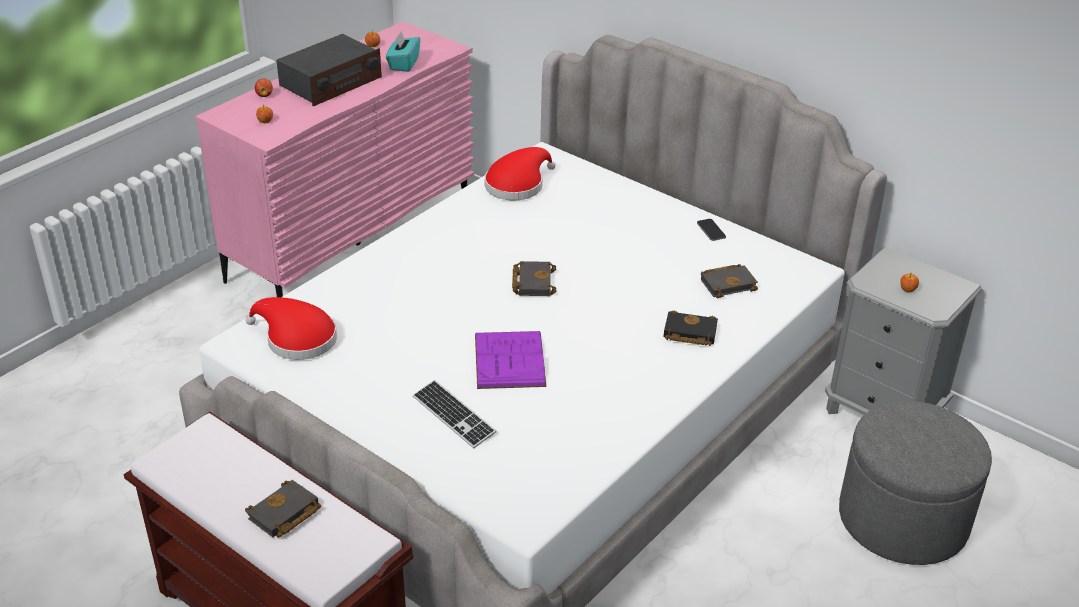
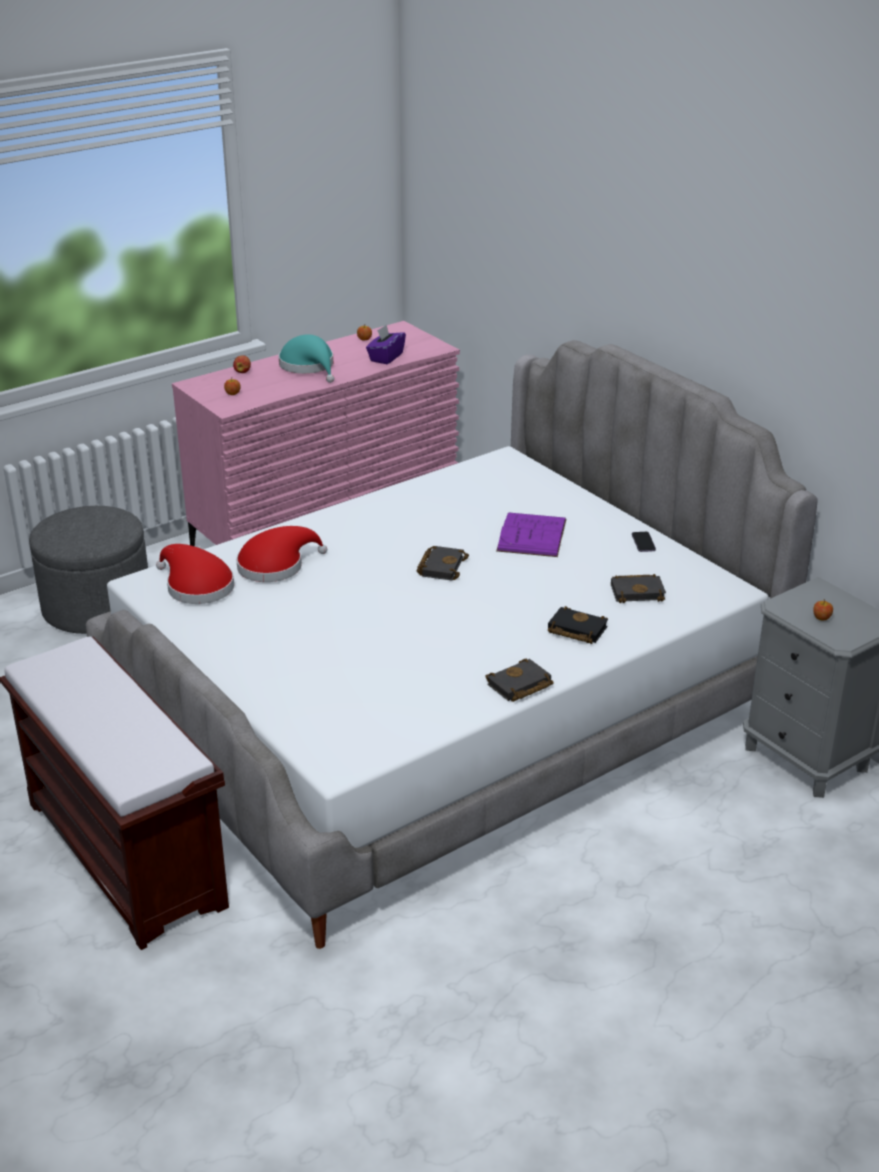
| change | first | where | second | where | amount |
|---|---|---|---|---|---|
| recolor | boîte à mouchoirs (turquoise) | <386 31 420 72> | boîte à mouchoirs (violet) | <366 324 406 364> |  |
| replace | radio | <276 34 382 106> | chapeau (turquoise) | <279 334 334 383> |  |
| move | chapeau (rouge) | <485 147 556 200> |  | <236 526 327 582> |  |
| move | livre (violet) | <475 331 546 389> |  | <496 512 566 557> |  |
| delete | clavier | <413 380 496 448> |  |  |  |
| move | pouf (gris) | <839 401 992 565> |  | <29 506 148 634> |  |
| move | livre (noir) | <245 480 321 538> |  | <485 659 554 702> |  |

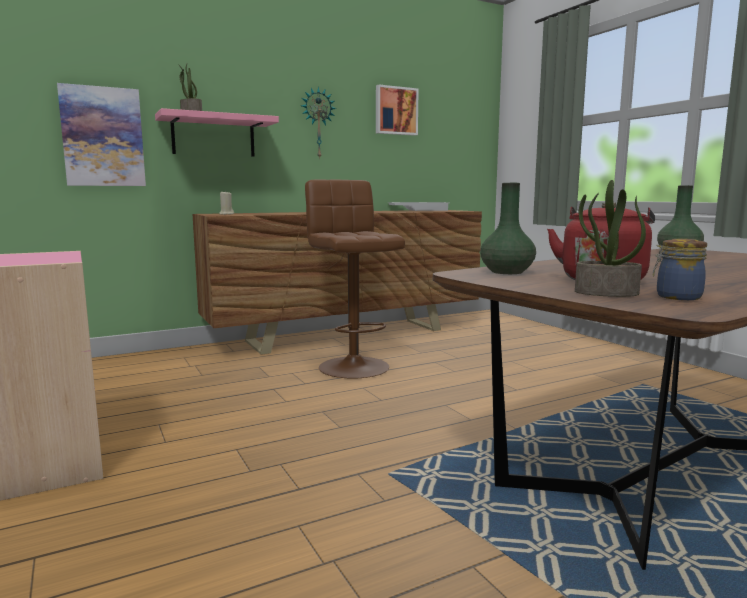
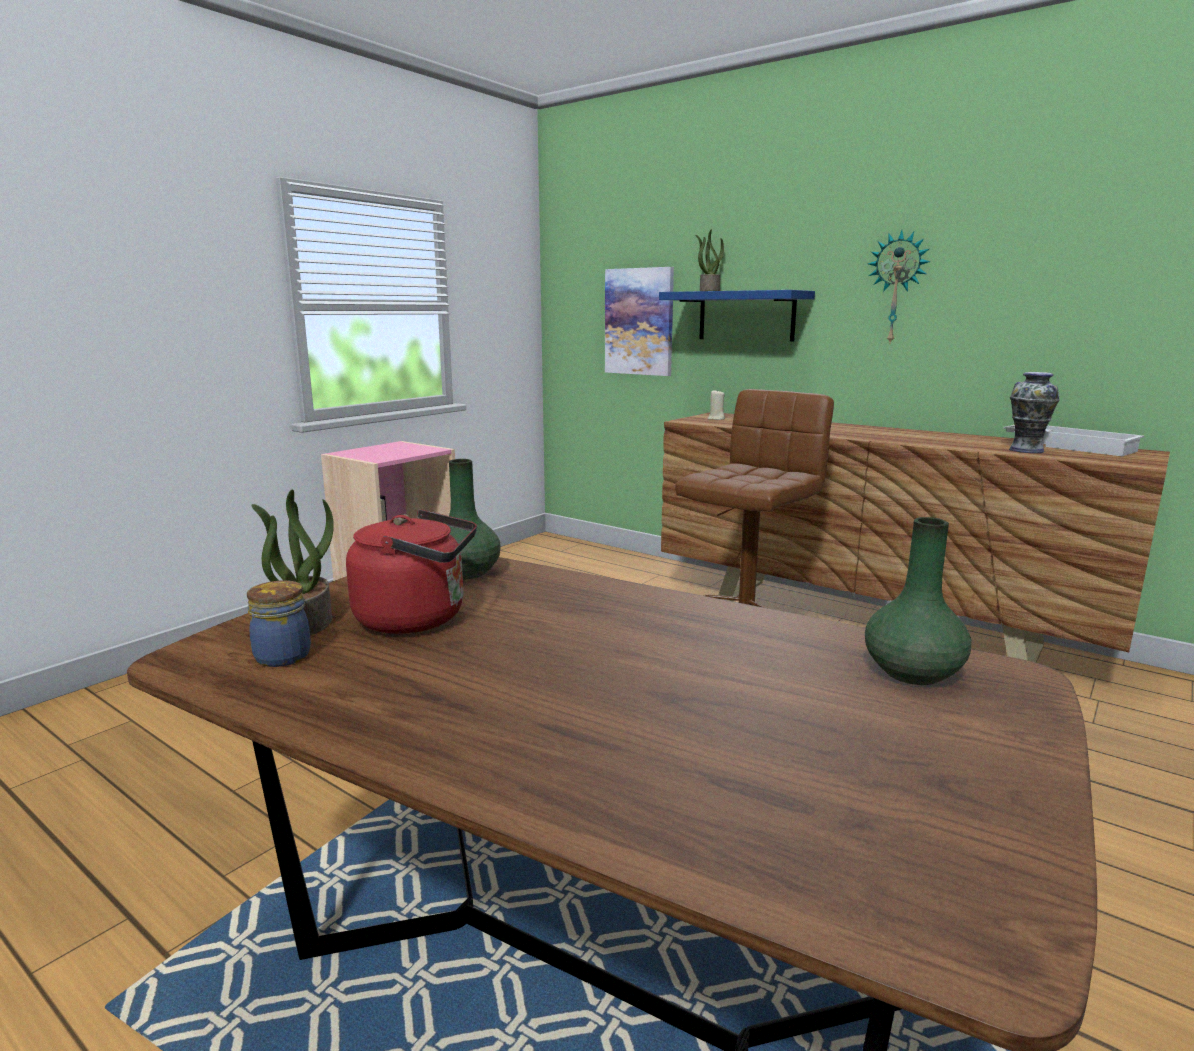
| change | first | where | second | where | amount |
|---|---|---|---|---|---|
| delete | tableau | <376 85 419 136> |  |  |  |
| recolor | étagère (rose) | <155 108 279 157> | étagère (bleu) | <659 290 815 341> |  |
| insert |  |  | vase | <1009 372 1060 453> |  |

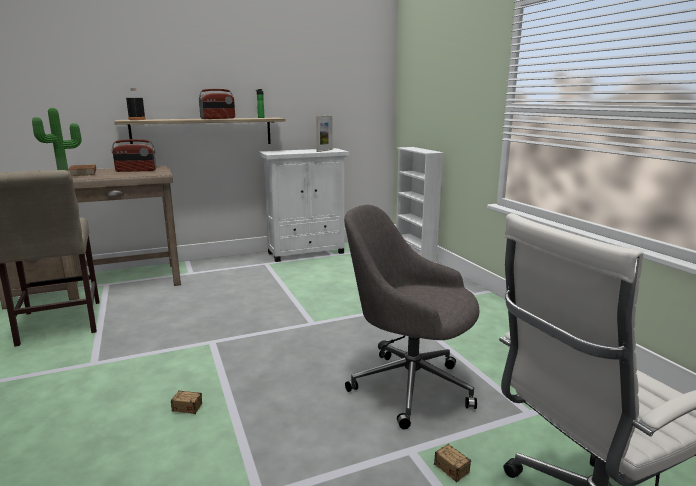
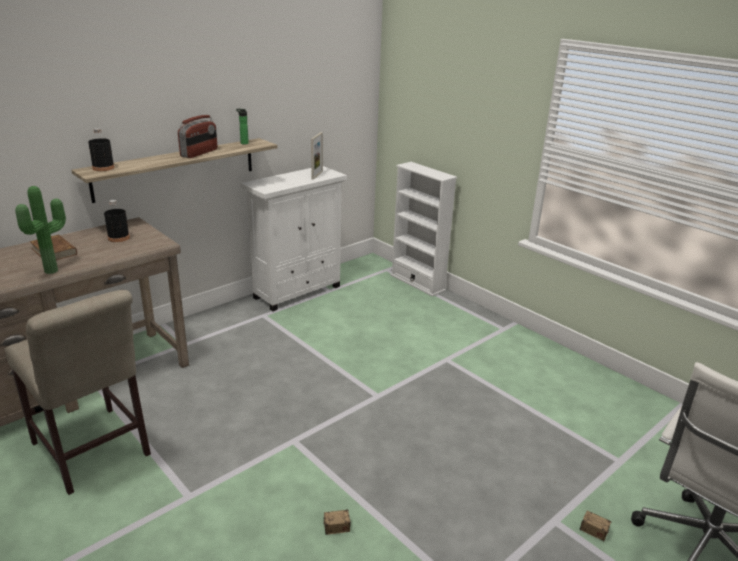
| change | first | where | second | where | amount |
|---|---|---|---|---|---|
| replace | radio | <112 139 156 172> | bouteille (noir) | <104 200 130 242> |  |
| delete | chaise de bureau (gris) | <344 205 479 429> |  |  |  |

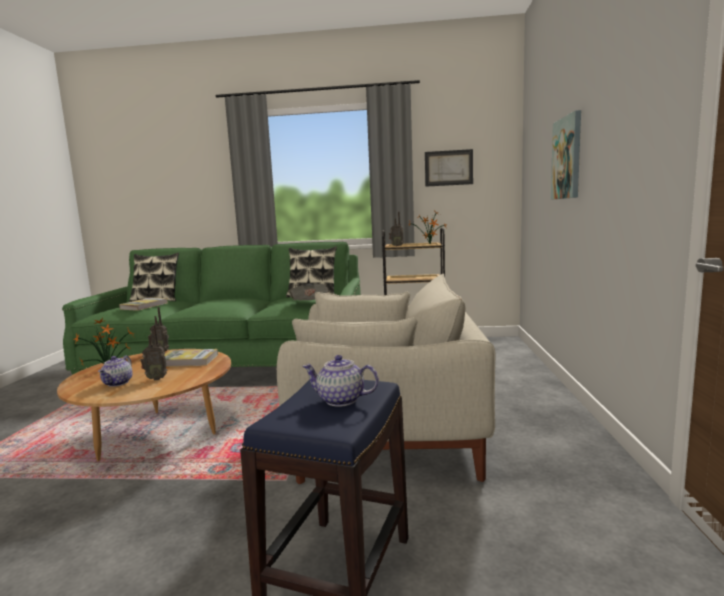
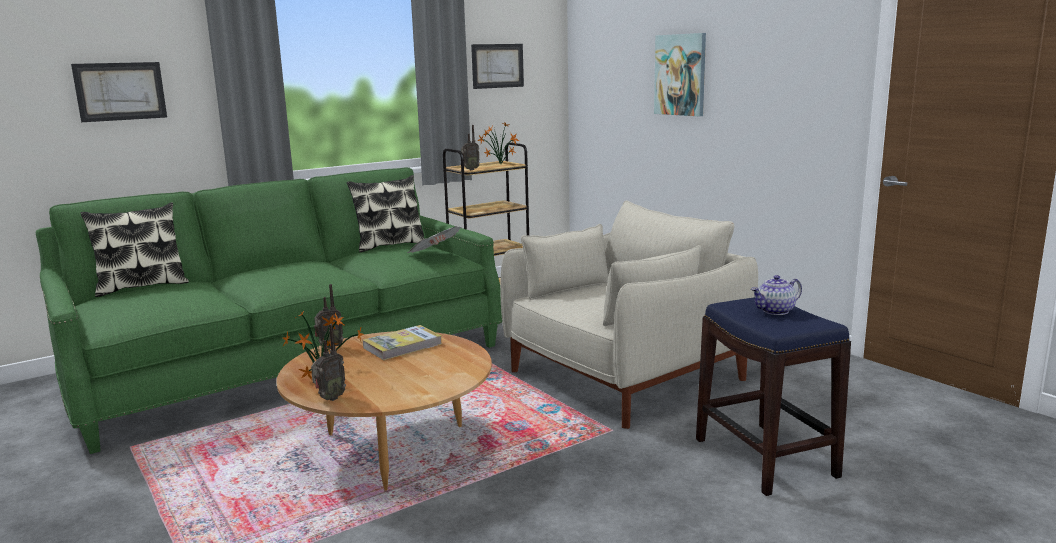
| change | first | where | second | where | amount |
|---|---|---|---|---|---|
| delete | livre | <119 297 168 311> |  |  |  |
| move | radio | <140 325 167 380> |  | <311 324 346 401> |  |
| delete | théière | <98 356 133 387> |  |  |  |
| insert |  |  | tableau | <71 62 167 122> |  |

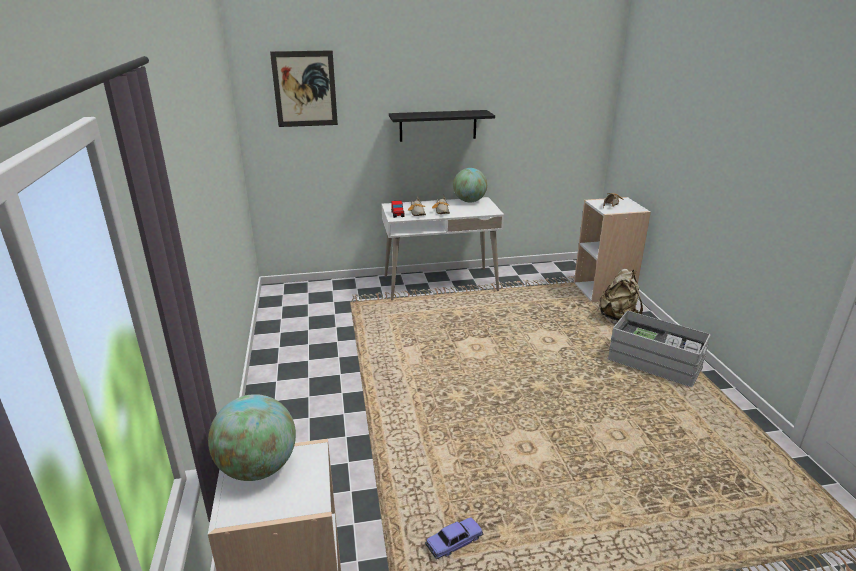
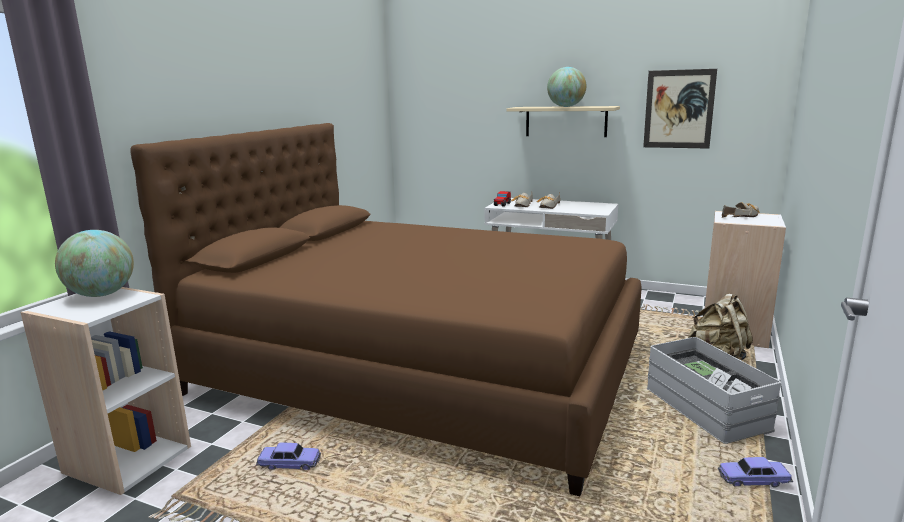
| change | first | where | second | where | amount |
|---|---|---|---|---|---|
| move | tableau | <270 50 338 127> |  | <643 69 717 149> |  |
| recolor | étagère (noir) | <389 110 495 142> | étagère (beige) | <507 106 620 137> |  |
| move | globe | <453 168 487 202> |  | <547 67 586 107> |  |
| insert |  |  | lit (marron) | <130 123 642 496> |  |
| insert |  |  | petite voiture | <718 457 793 488> |  |

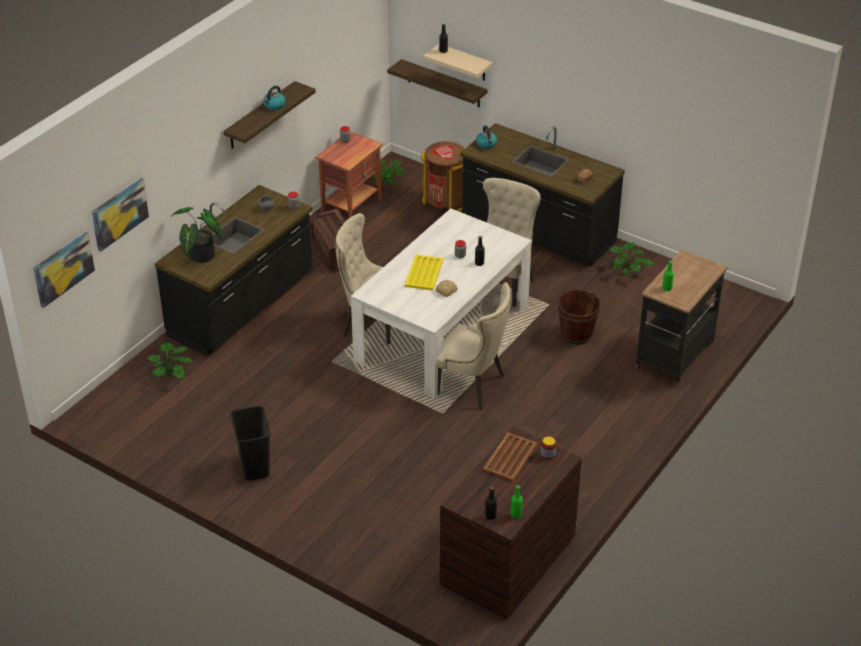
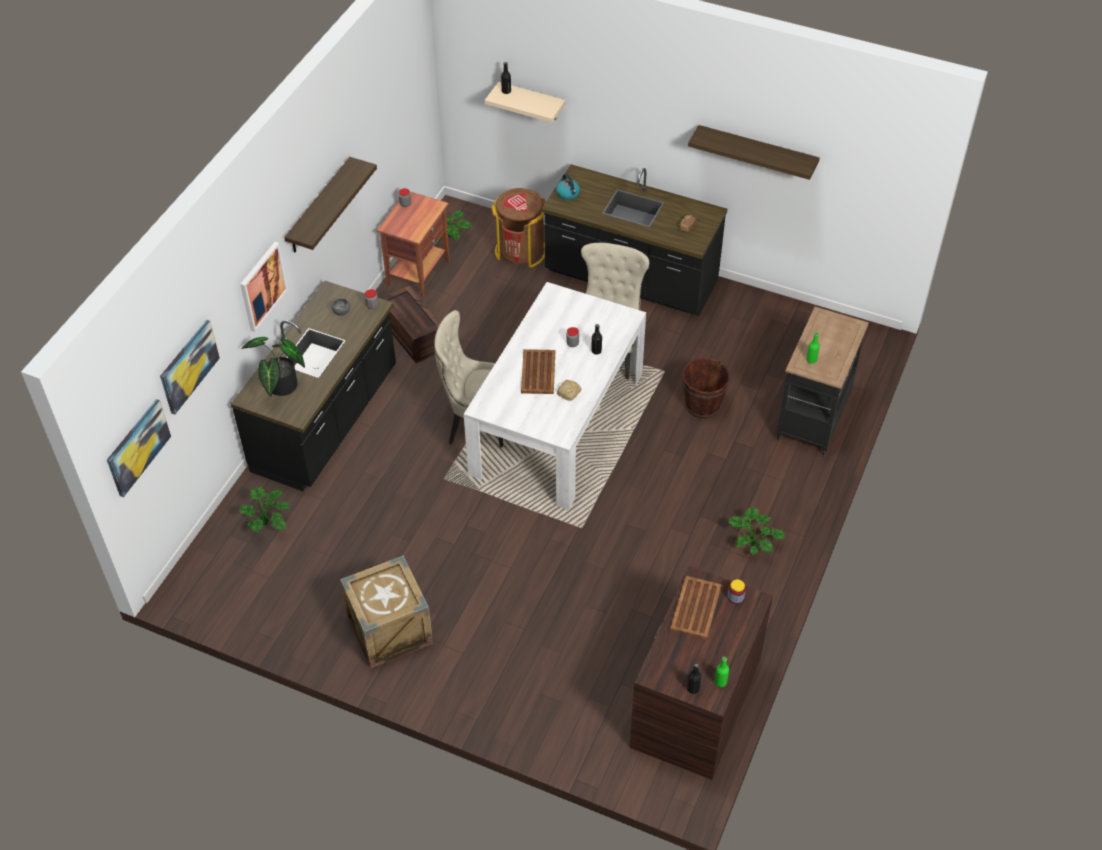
| change | first | where | second | where | amount |
|---|---|---|---|---|---|
| move | étagère | <387 59 488 107> |  | <688 125 820 180> |  |
| delete | bouilloire | <263 86 286 110> |  |  |  |
| move | plante en pot | <609 242 654 275> |  | <728 507 785 555> |  |
| recolor | plateau (jaune) | <405 255 443 291> | plateau (marron) | <521 349 555 394> |  |
| delete | chaise (beige) | <437 282 511 410> |  |  |  |
| replace | poubelle (noir) | <230 406 271 481> | caisse | <340 556 433 668> |  |
| insert |  |  | tableau | <240 242 288 332> |  |

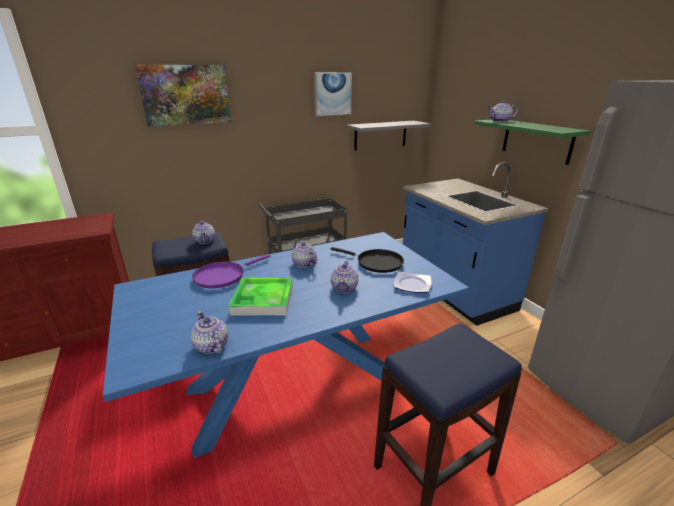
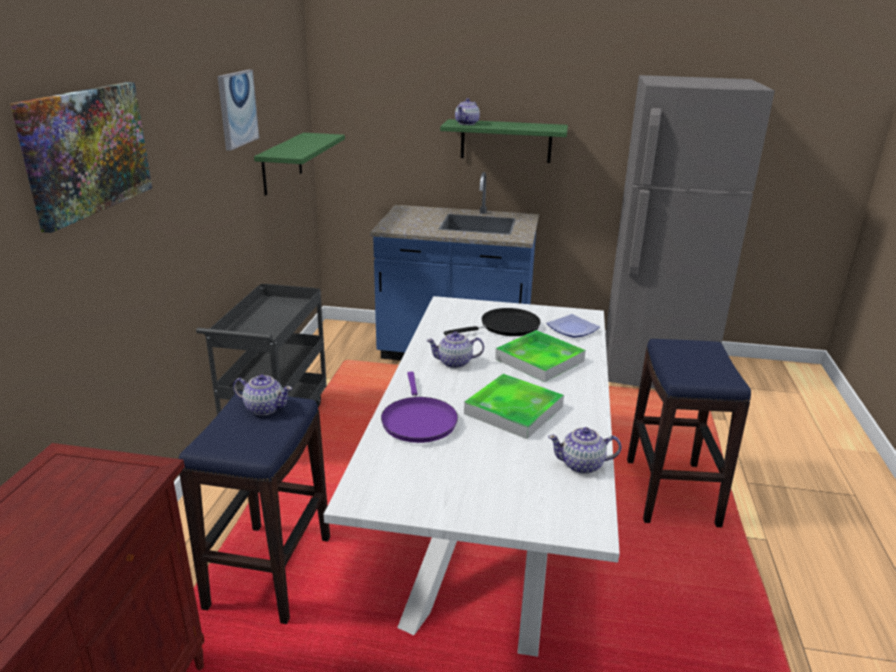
| change | first | where | second | where | amount |
|---|---|---|---|---|---|
| recolor | étagère (gris) | <346 121 431 150> | étagère (vert) | <254 133 345 196> |  |
| recolor | table à manger (bleu) | <103 232 469 458> | table à manger (blanc) | <324 296 620 657> |  |
| replace | théière | <331 261 358 293> | plateau | <495 330 586 382> |  |

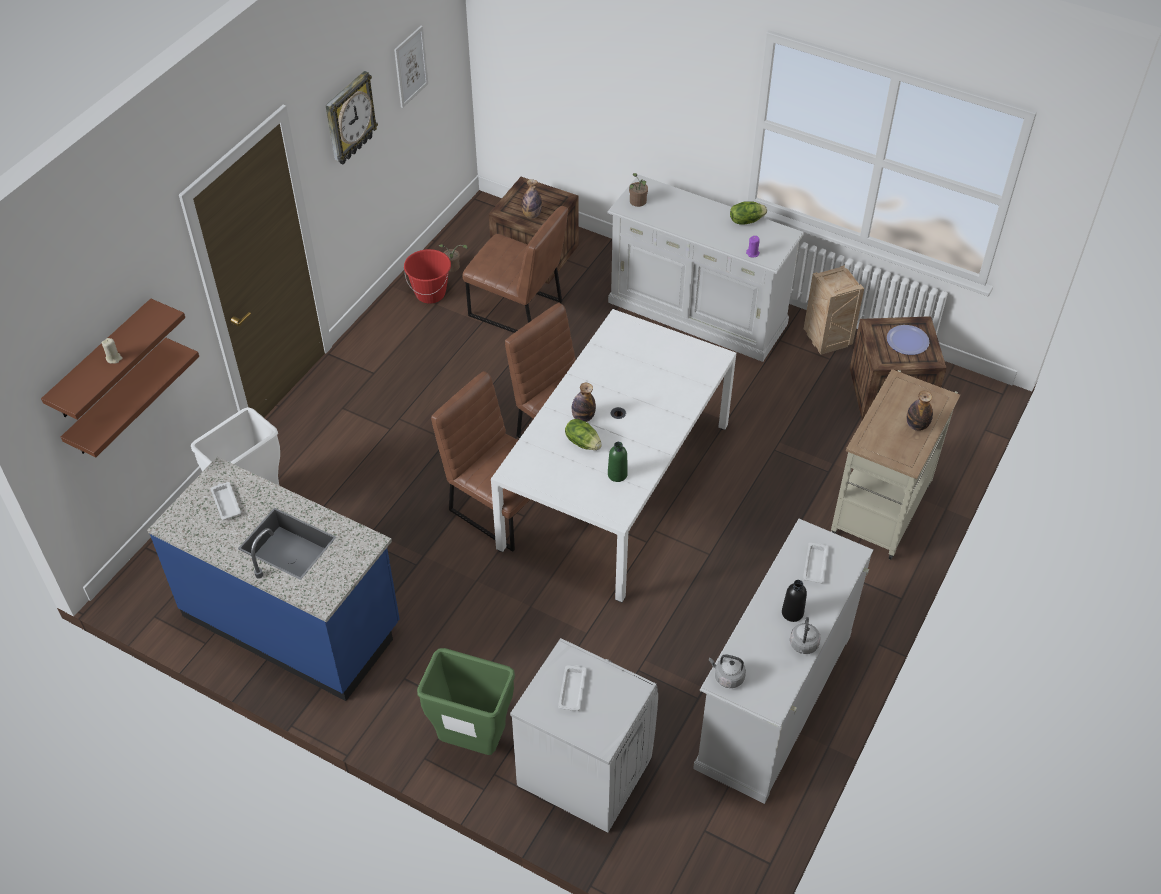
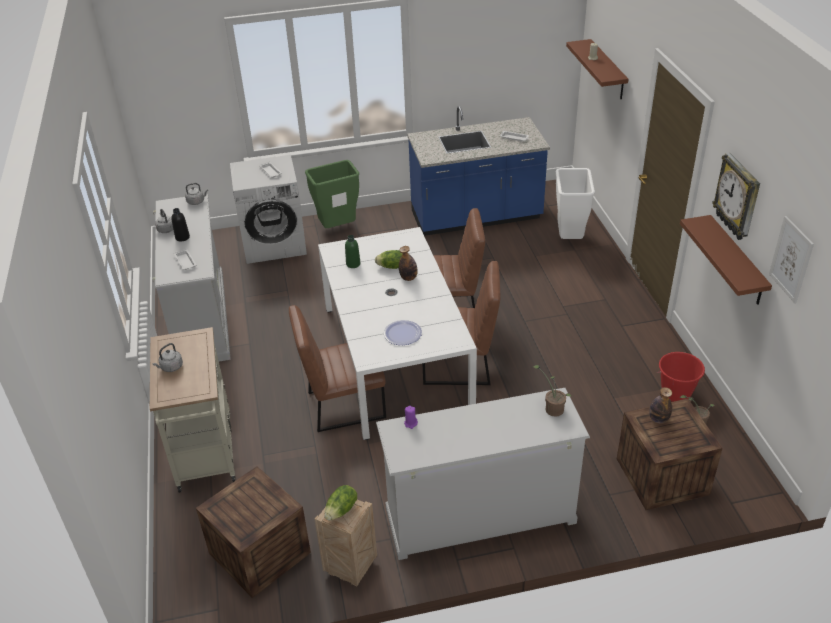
| change | first | where | second | where | amount |
|---|---|---|---|---|---|
| move | laitue | <730 201 767 225> |  | <324 485 357 520> |  |
| move | chaise (marron) | <462 206 568 333> |  | <289 305 386 432> |  |
| move | assiette | <887 325 930 355> |  | <384 320 422 345> |  |
| move | étagère (marron) | <61 338 199 458> |  | <680 215 772 305> |  |
| replace | bouteille | <907 390 933 431> | bouilloire (gris) | <152 343 183 372> |  |

